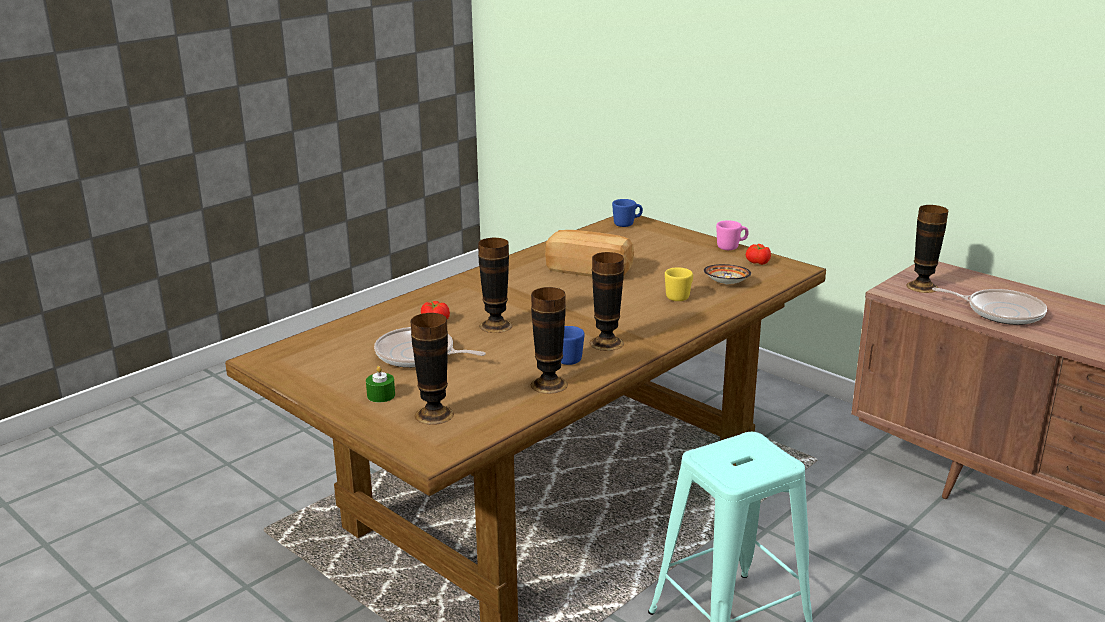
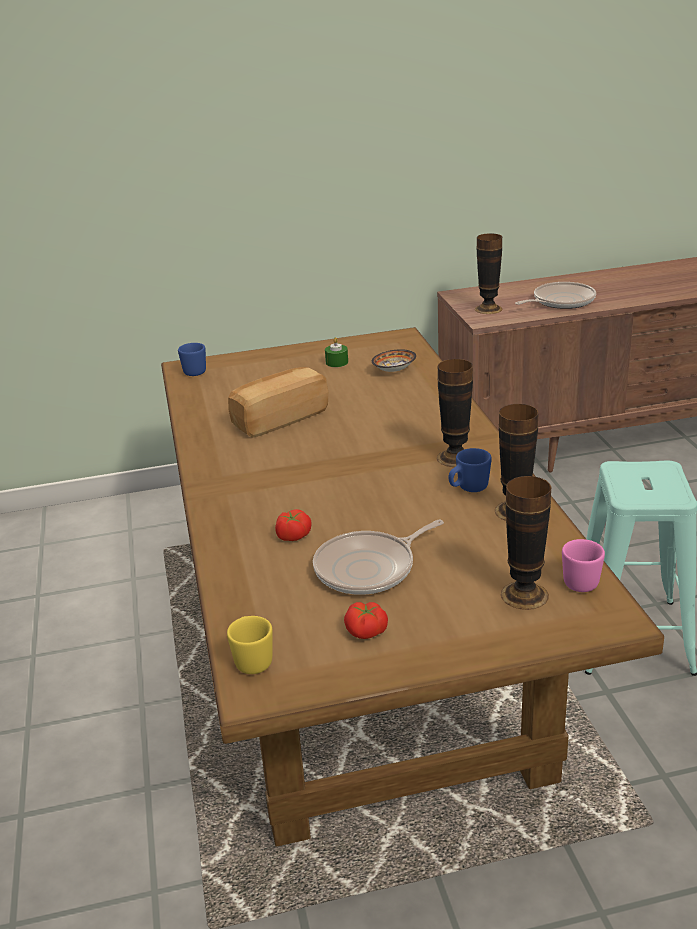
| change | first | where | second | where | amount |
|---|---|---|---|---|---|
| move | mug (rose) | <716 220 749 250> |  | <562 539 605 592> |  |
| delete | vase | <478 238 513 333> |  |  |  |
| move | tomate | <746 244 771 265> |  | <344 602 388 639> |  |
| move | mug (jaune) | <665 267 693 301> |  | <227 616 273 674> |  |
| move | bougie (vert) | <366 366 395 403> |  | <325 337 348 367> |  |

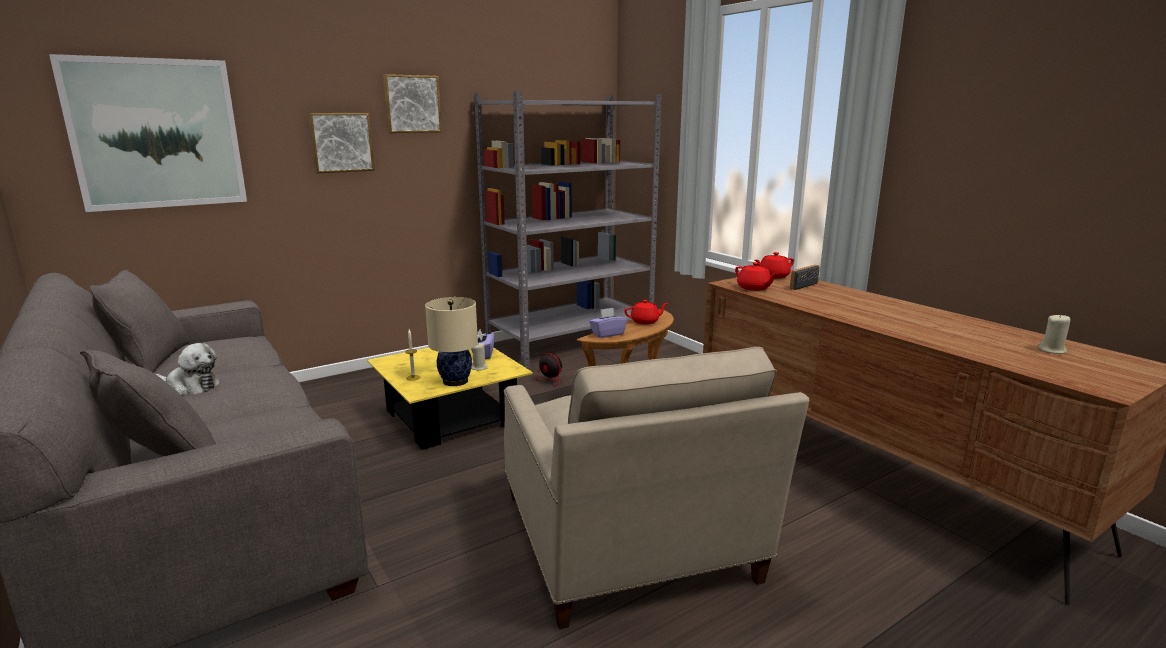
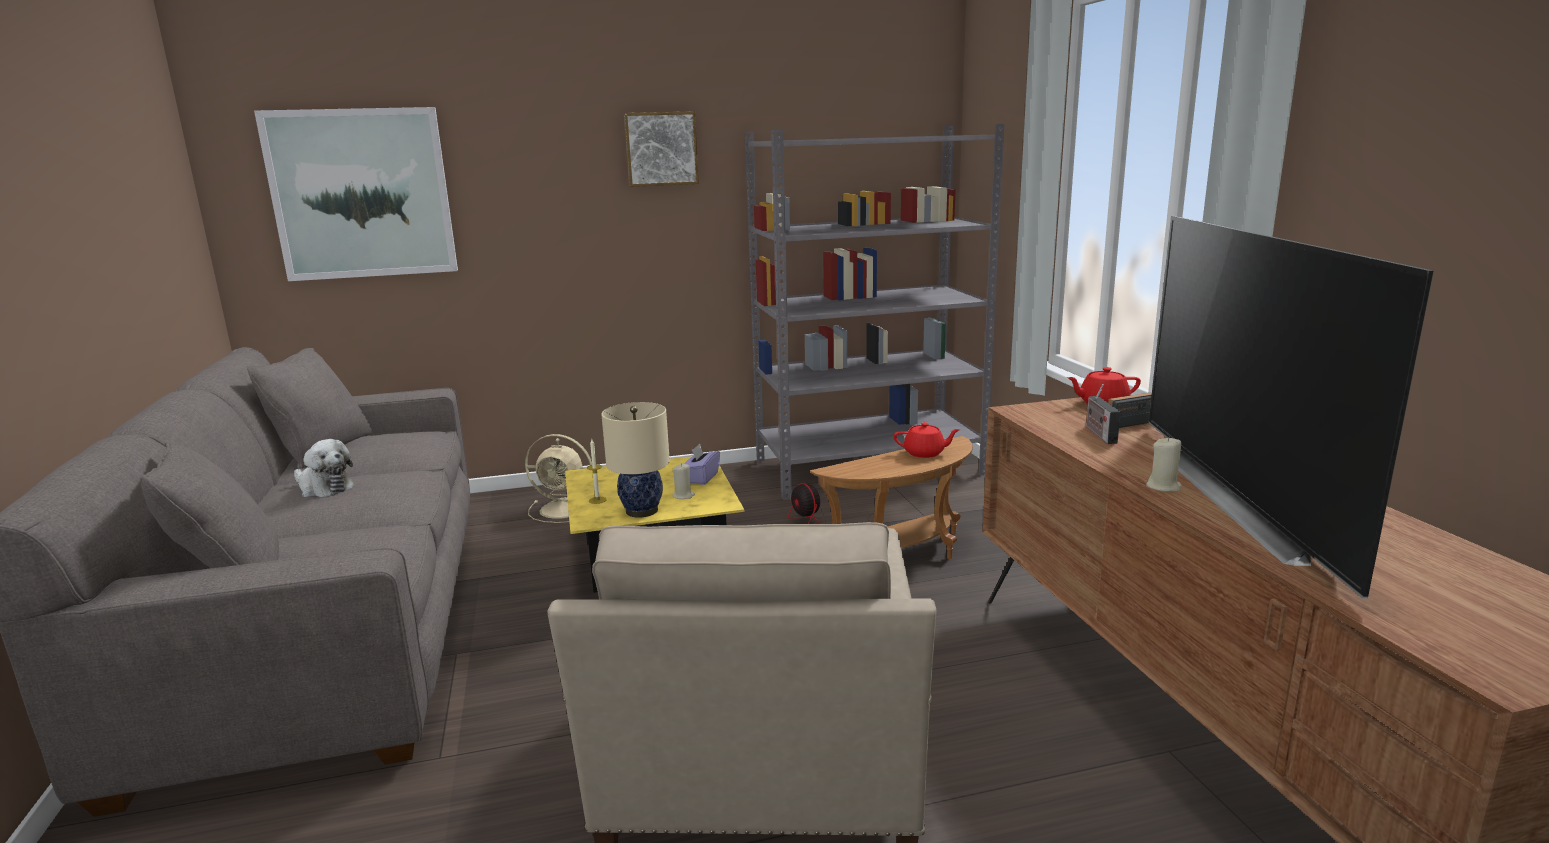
| change | first | where | second | where | amount |
|---|---|---|---|---|---|
| delete | tableau | <308 113 375 173> |  |  |  |
| delete | théière (rouge) | <735 262 779 291> |  |  |  |
| delete | boîte à mouchoirs (violet) | <589 308 627 338> |  |  |  |
| move | bougie (beige) | <1038 314 1071 354> |  | <1146 436 1182 492> |  |
| insert |  |  | téléviseur | <1149 216 1434 599> |  |
| insert |  |  | radio | <1086 384 1121 444> |  |
| insert |  |  | ventilateur (beige) | <525 434 592 523> |  |

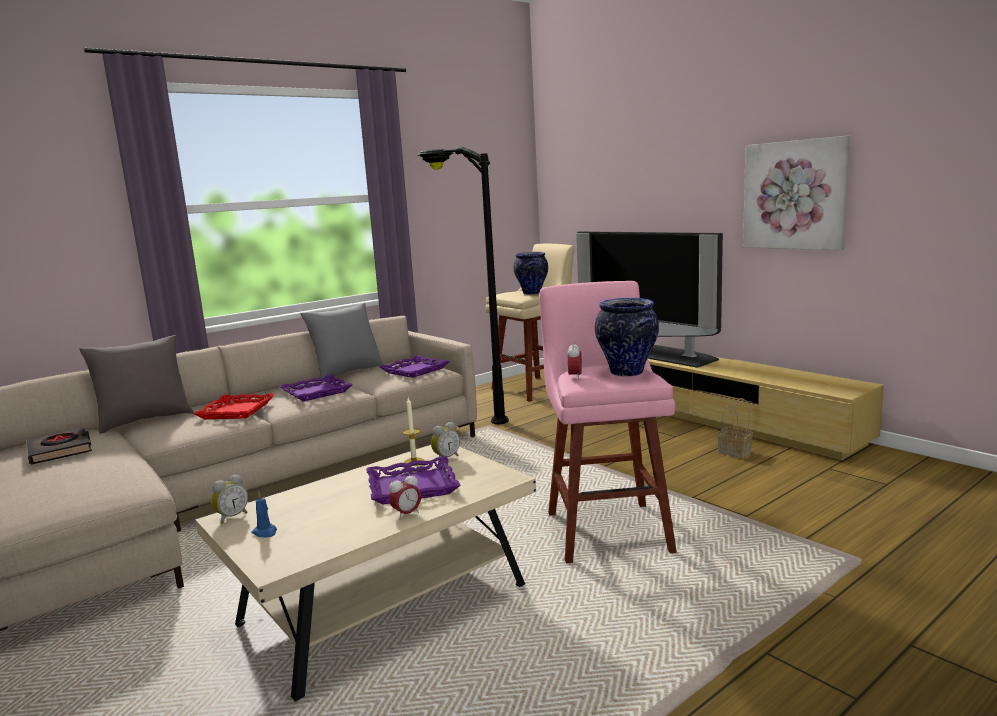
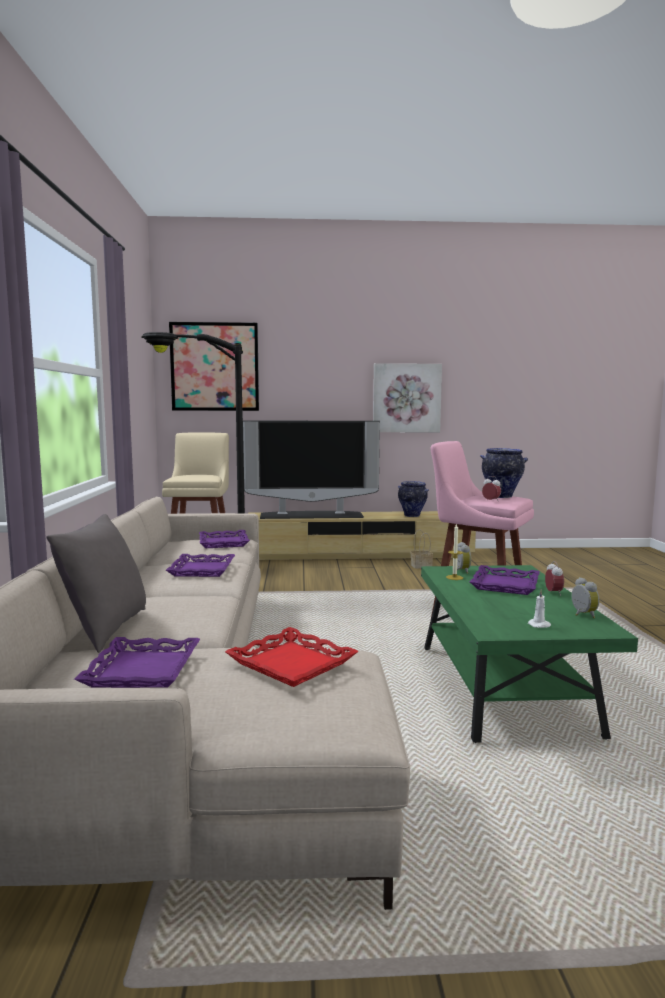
| change | first | where | second | where | amount |
|---|---|---|---|---|---|
| move | vase | <513 252 548 295> |  | <398 481 429 517> |  |
| delete | coussin (gris) | <300 303 384 382> |  |  |  |
| move | plateau (rouge) | <194 393 275 419> |  | <225 627 359 687> |  |
| replace | livre (noir) | <26 427 92 465> | plateau (violet) | <74 637 200 688> |  |
| recolor | table basse (beige) | <195 445 536 701> | table basse (vert) | <421 565 638 743> |  |
| move | réveil | <211 474 248 524> |  | <572 577 600 618> |  |
| recolor | bougie (bleu) | <251 491 277 537> | bougie (blanc) | <528 590 551 628> |  |
| insert |  |  | tableau | <169 322 259 411> |  |

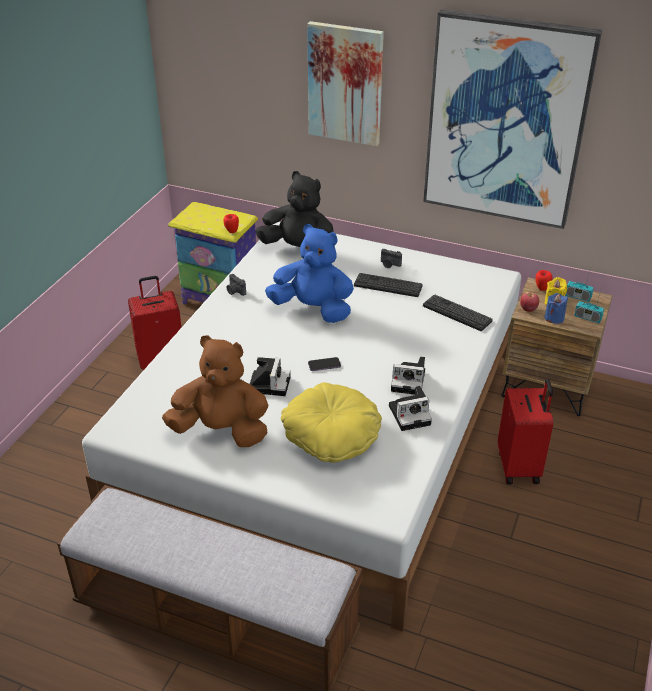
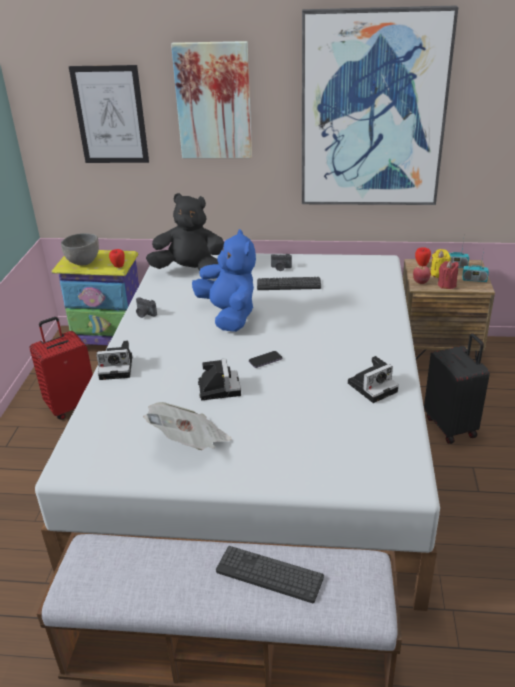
| change | first | where | second | where | amount |
|---|---|---|---|---|---|
| rotate | peluche (bleu) | <265 224 354 323> |  | <192 229 256 332> | 60 degrees clockwise |
| recolor | bougie (bleu) | <544 293 568 324> | bougie (rouge) | <438 260 459 289> |  |
| move | clavier | <423 294 493 331> |  | <216 546 324 603> |  |
| replace | peluche (marron) | <162 335 269 447> | journal | <143 402 231 450> |  |
| move | appareil photo | <391 357 425 395> |  | <96 340 132 380> |  |
| recolor | valise (rouge) | <498 379 553 484> | valise (noir) | <424 333 490 444> |  |
| delete | coussin (jaune) | <281 382 382 463> |  |  |  |
| insert |  |  | tableau | <69 65 149 163> |  |
| insert |  |  | bol (gris) | <61 233 99 265> |  |

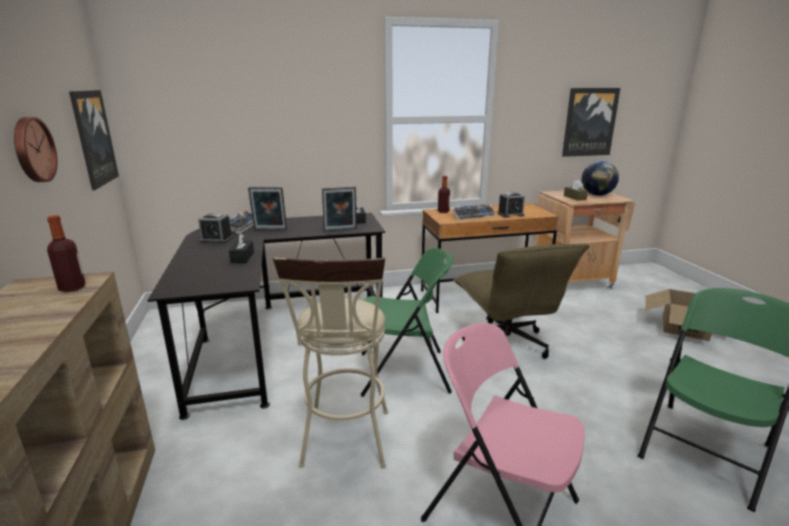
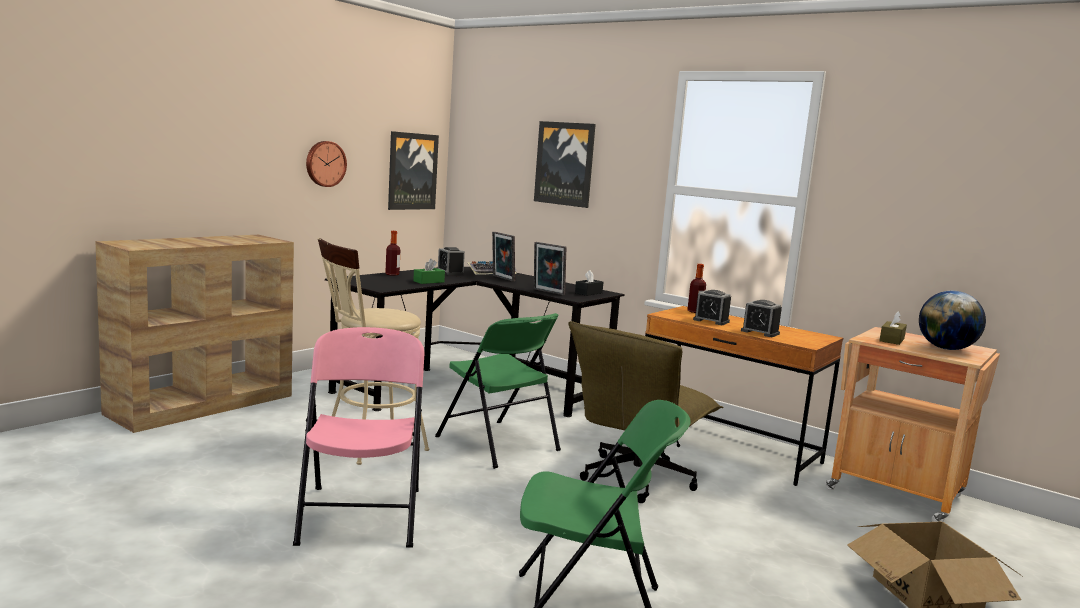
| change | first | where | second | where | amount |
|---|---|---|---|---|---|
| move | tableau | <562 88 620 157> |  | <534 121 596 208> |  |
| replace | clavier | <450 204 496 220> | réveil | <693 290 731 325> |  |
| move | bouteille | <47 215 86 292> |  | <385 231 400 276> |  |
| recolor | boîte à mouchoirs (noir) | <229 234 254 263> | boîte à mouchoirs (vert) | <413 259 445 284> |  |

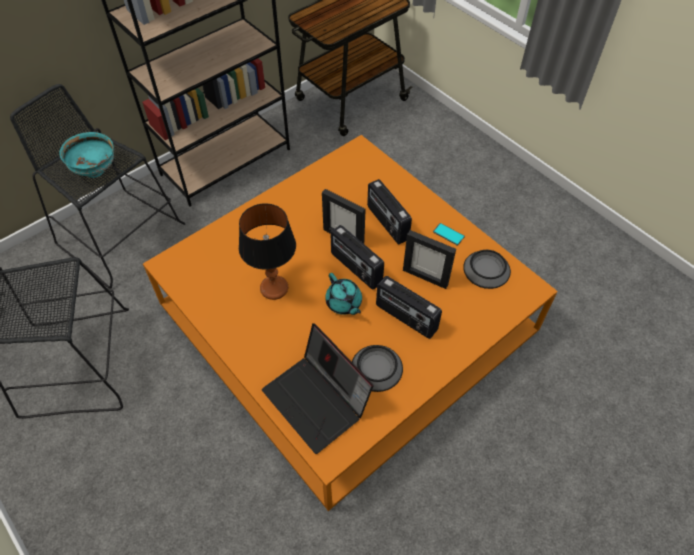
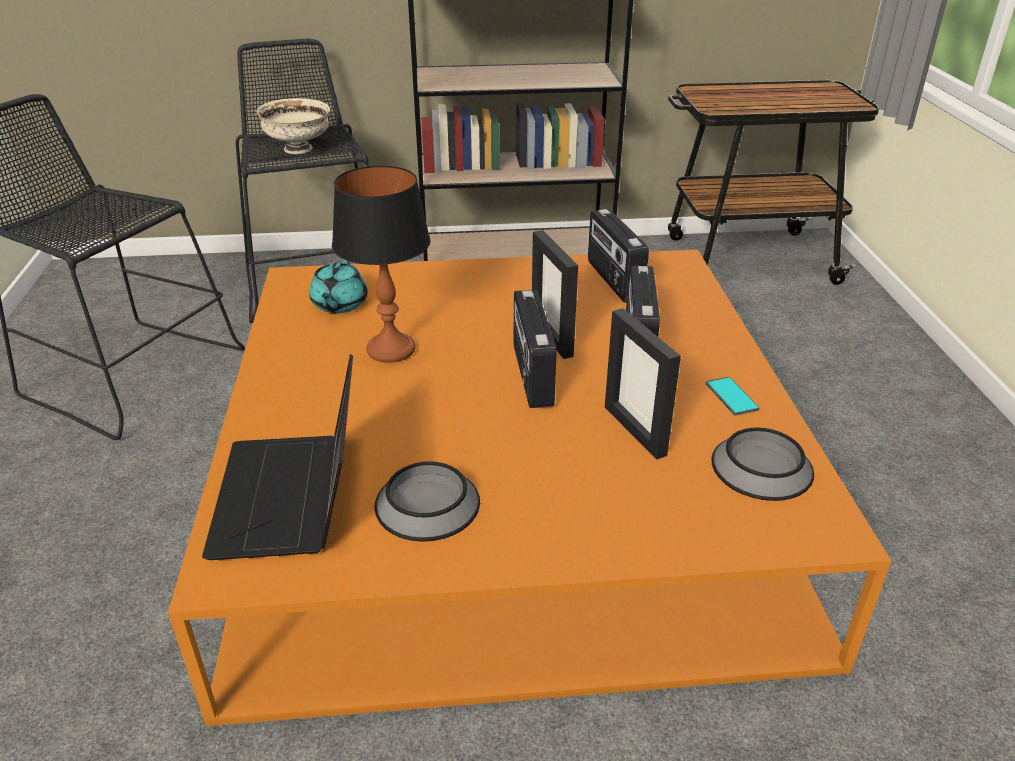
| change | first | where | second | where | amount |
|---|---|---|---|---|---|
| recolor | bol (turquoise) | <59 132 114 178> | bol (beige) | <257 98 330 154> |  |
| move | théière (turquoise) | <325 273 362 315> |  | <309 260 368 313> |  |
| move | radio | <376 276 442 339> |  | <588 209 649 303> |  |

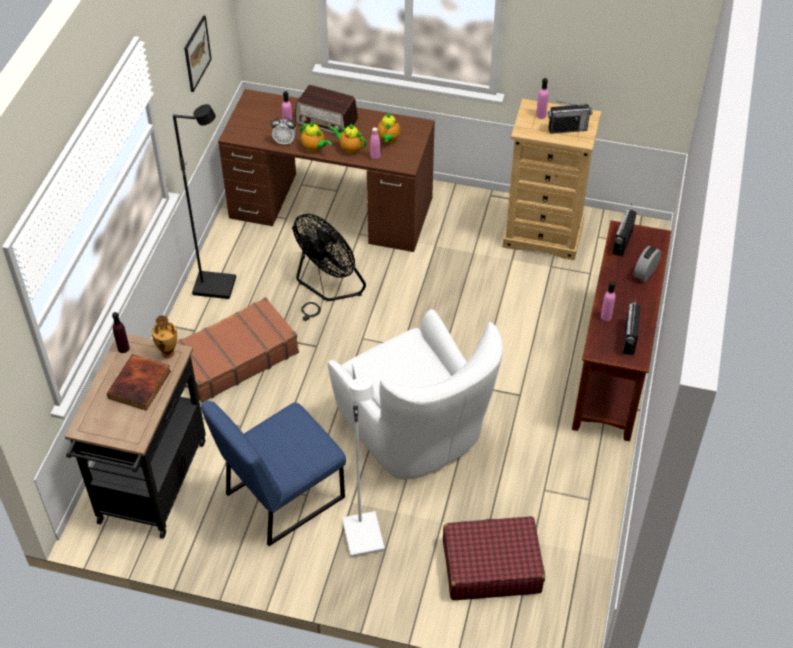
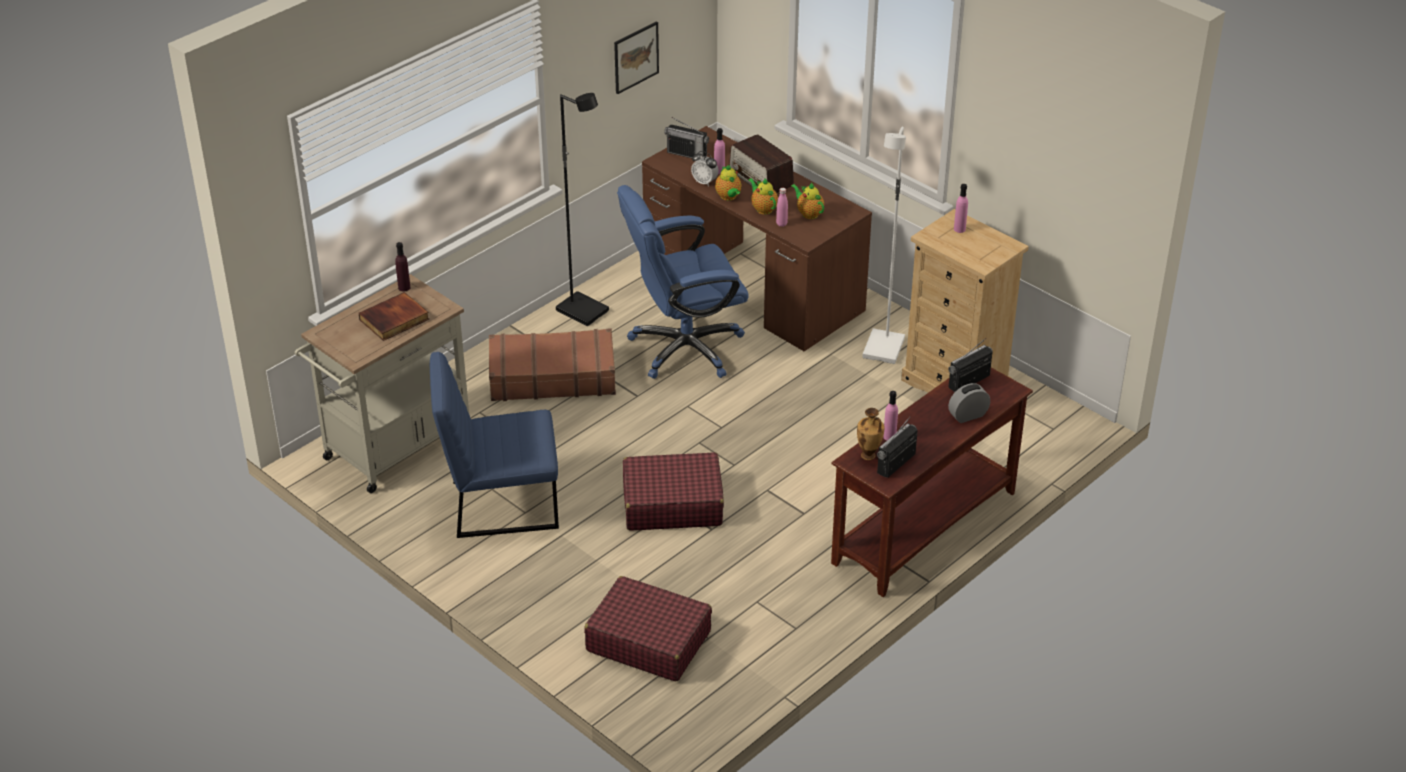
| change | first | where | second | where | amount |
|---|---|---|---|---|---|
| move | radio | <548 101 593 134> |  | <664 117 709 158> |  |
| rotate | théière | <377 112 400 143> |  | <791 183 824 219> | 105 degrees clockwise |
| replace | ventilateur (noir) | <292 214 366 321> | chaise de bureau (bleu) | <617 185 749 379> |  |
| replace | fauteuil (blanc) | <328 309 503 480> | valise (rouge) | <623 452 724 530> |  |
| move | vase | <152 315 177 359> |  | <857 408 885 460> |  |
| recolor | chariot (noir) | <65 334 206 539> | chariot (beige) | <295 274 469 493> |  |
| move | lampadaire (blanc) | <342 362 385 558> |  | <862 127 906 364> |  |

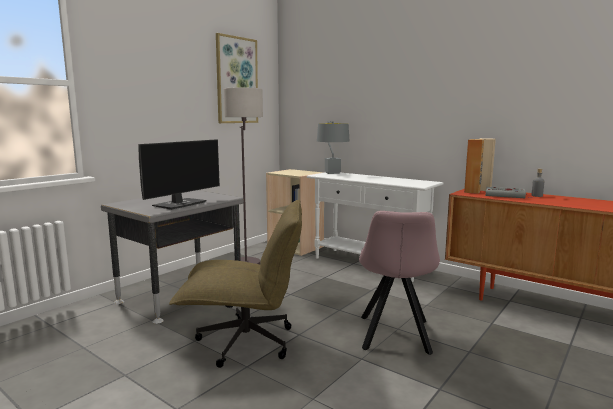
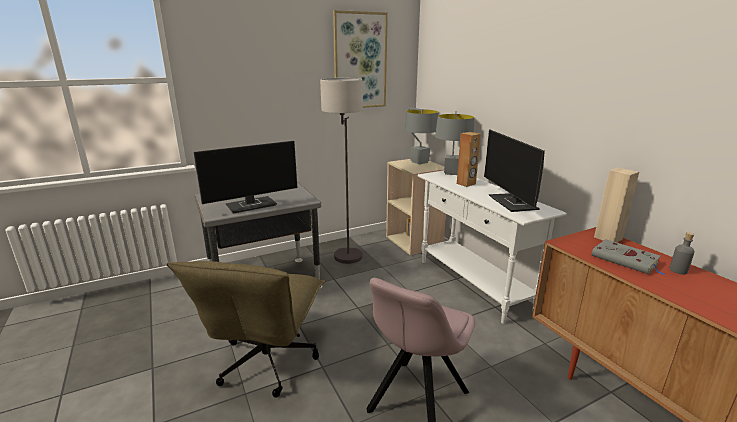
| change | first | where | second | where | amount |
|---|---|---|---|---|---|
| move | enceinte (marron) | <464 139 484 194> |  | <457 132 481 187> |  |
| rotate | chaise de bureau (beige) | <169 200 302 368> |  | <167 261 326 398> | 75 degrees clockwise |
| insert |  |  | lampe de table (gris) | <404 107 438 165> |  |
| insert |  |  | écran d'ordinateur | <484 130 545 212> |  |

